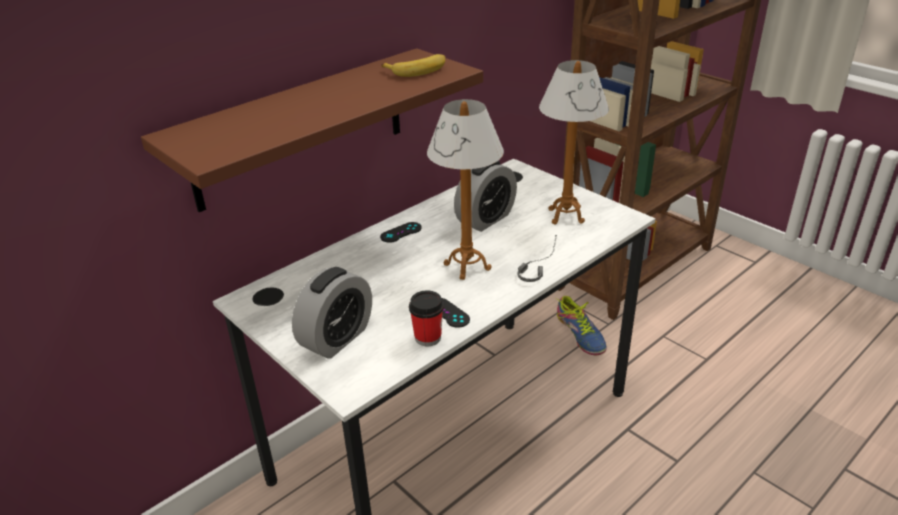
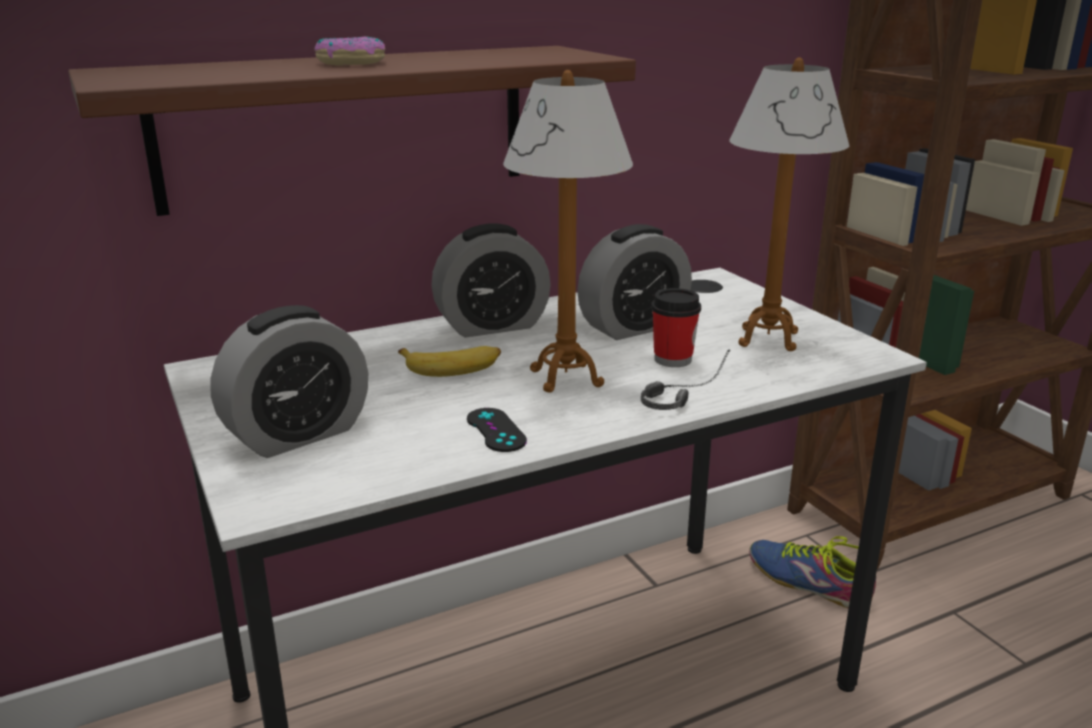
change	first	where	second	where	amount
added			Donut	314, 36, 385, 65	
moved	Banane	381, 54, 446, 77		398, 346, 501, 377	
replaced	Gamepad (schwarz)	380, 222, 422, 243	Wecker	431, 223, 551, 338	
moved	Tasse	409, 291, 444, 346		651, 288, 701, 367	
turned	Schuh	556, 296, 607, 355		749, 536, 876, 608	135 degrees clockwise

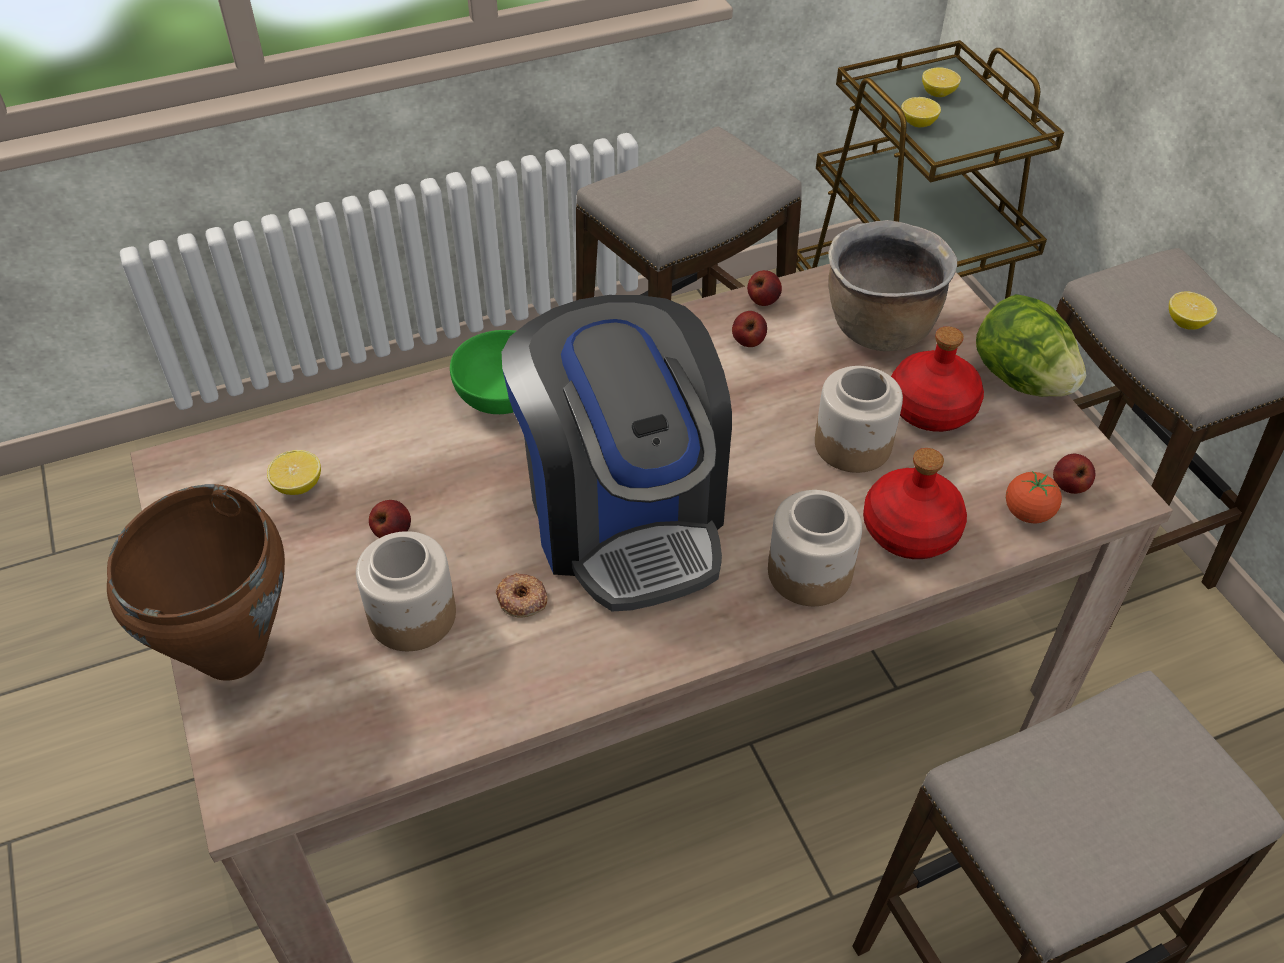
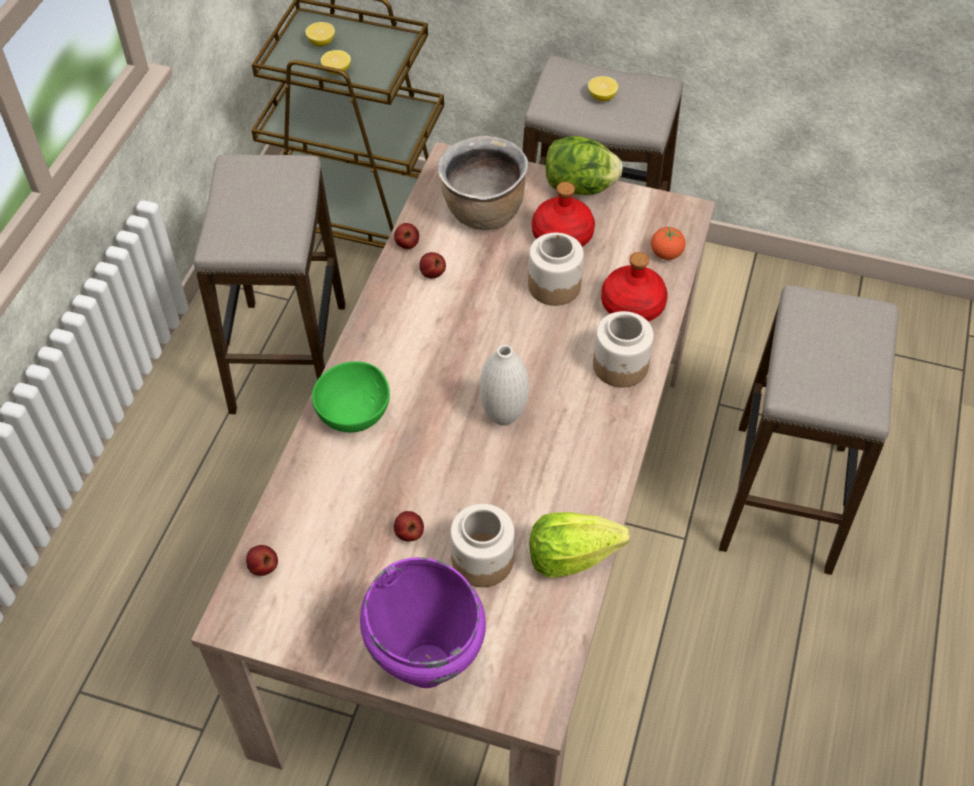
change	first	where	second	where	amount
moved	Apfel	1053, 454, 1095, 494		246, 545, 278, 576	
recoloured	Kochtopf (braun)	107, 484, 285, 681	Kochtopf (lila)	360, 557, 486, 688	
replaced	Kaffeemaschine	502, 295, 732, 612	Vase (weiß)	479, 345, 529, 426	
added			Salatkopf	530, 512, 630, 577	
removed	Zitrone	267, 450, 321, 495			
removed	Donut	496, 573, 548, 618			

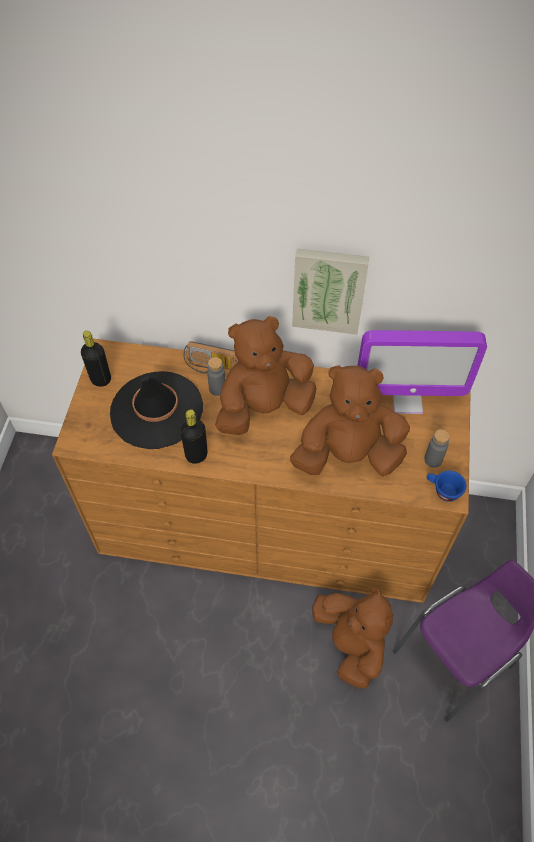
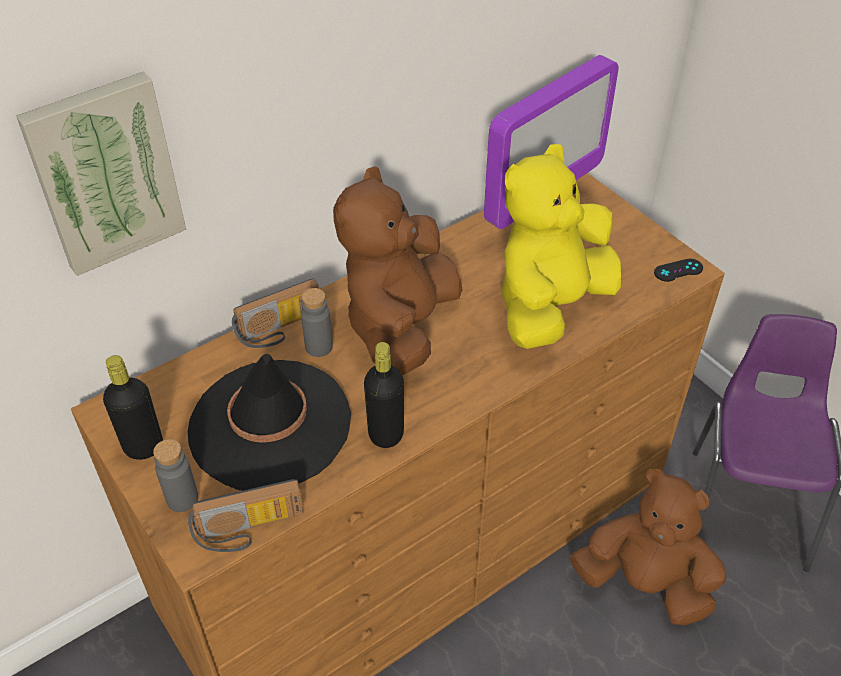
change	first	where	second	where	amount
moved	Bild	292, 249, 369, 334		16, 71, 186, 276	
moved	Flasche (grau)	424, 429, 450, 468		153, 439, 198, 512	
added			Radio	188, 479, 304, 552	
recoloured	Plüschtier (braun)	290, 365, 410, 476	Plüschtier (gelb)	502, 144, 622, 349	
replaced	Tasse (blau)	427, 471, 467, 502	Gamepad (schwarz)	654, 259, 703, 282	

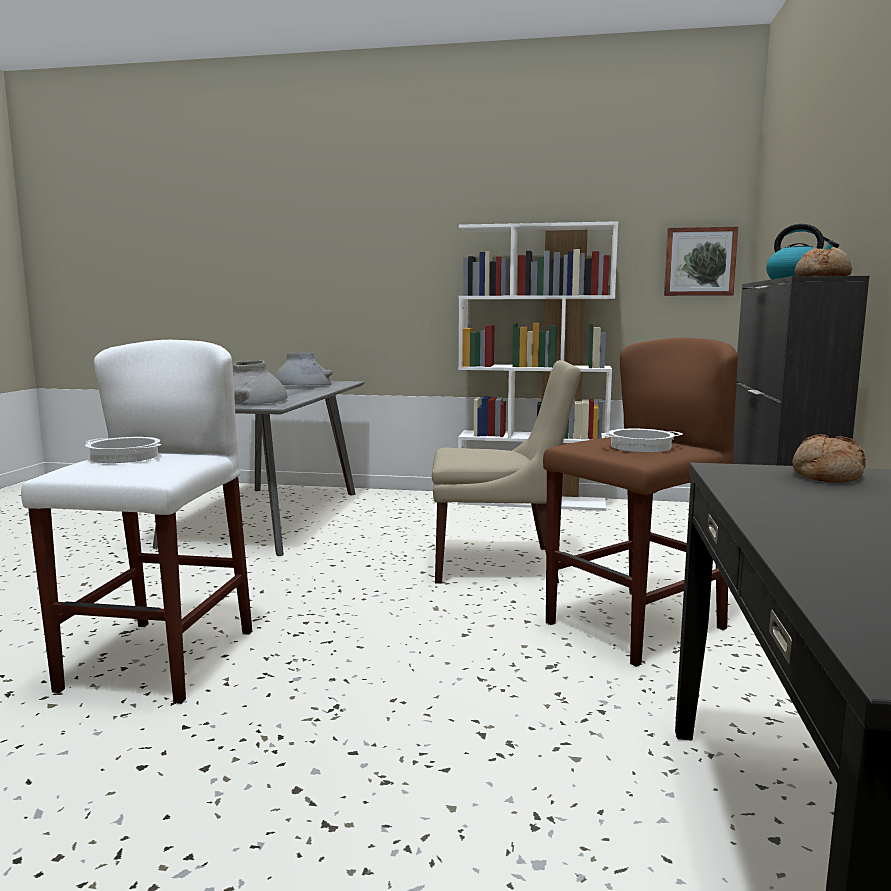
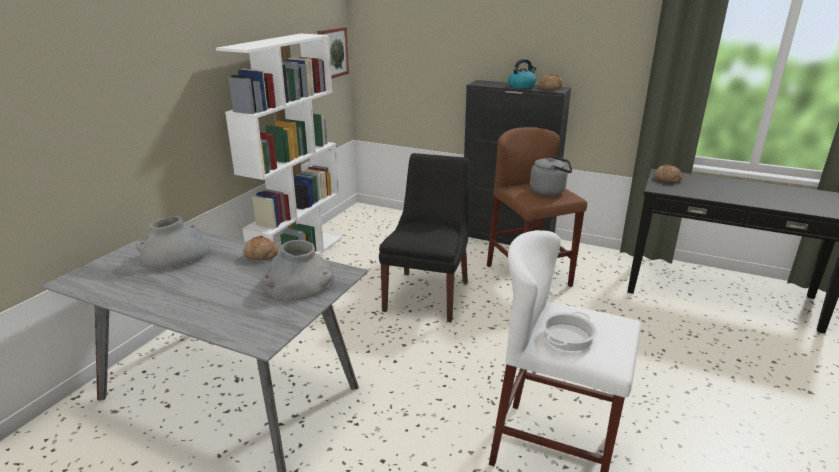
change	first	where	second	where	amount
added			Brot	243, 236, 279, 260	
recoloured	Stuhl (beige)	432, 360, 581, 584	Stuhl (schwarz)	379, 153, 469, 322	
replaced	Kochtopf	602, 429, 683, 452	Wasserkessel (grau)	530, 155, 572, 195	

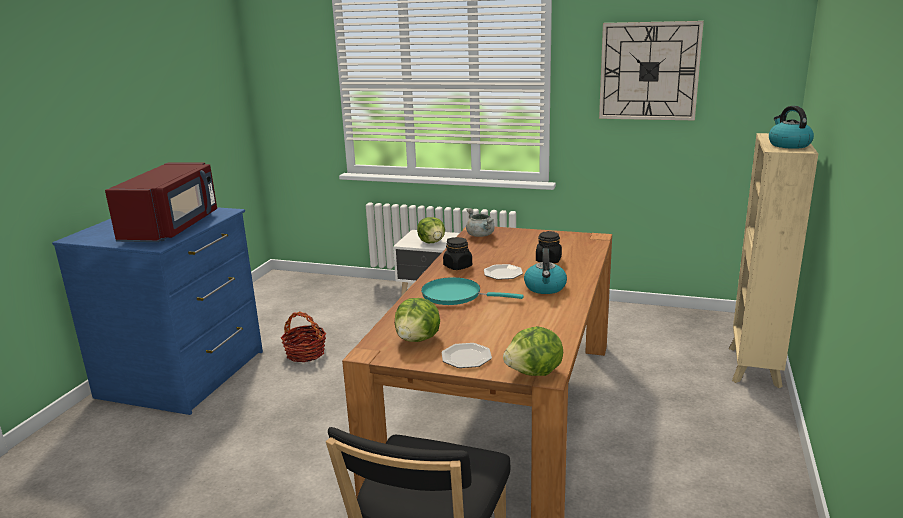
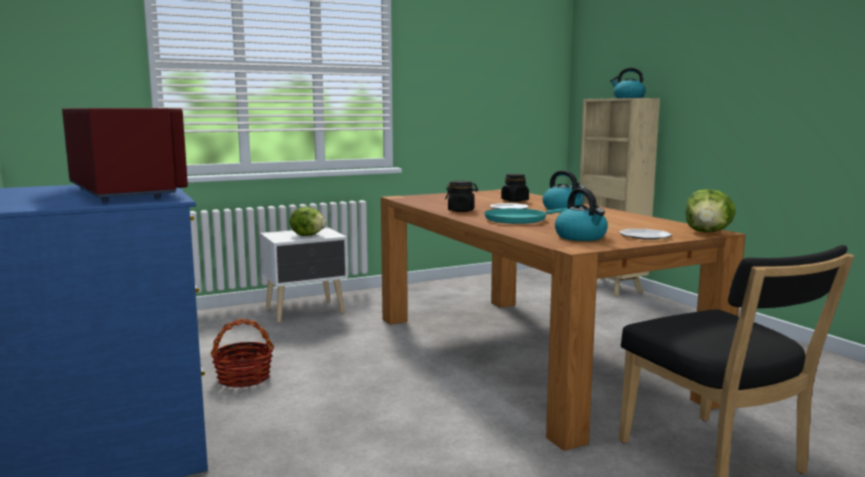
change	first	where	second	where	amount
replaced	Salatkopf	395, 298, 440, 342	Wasserkessel	555, 188, 608, 241	
removed	Kochtopf (grau)	466, 208, 495, 237			
removed	Wanduhr	599, 21, 704, 120			

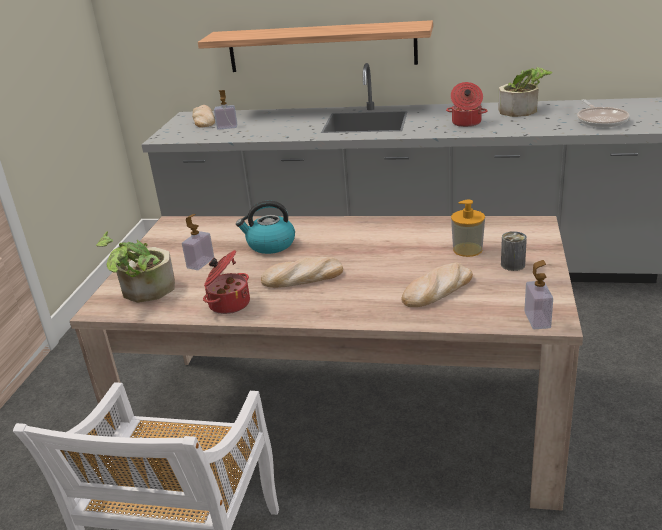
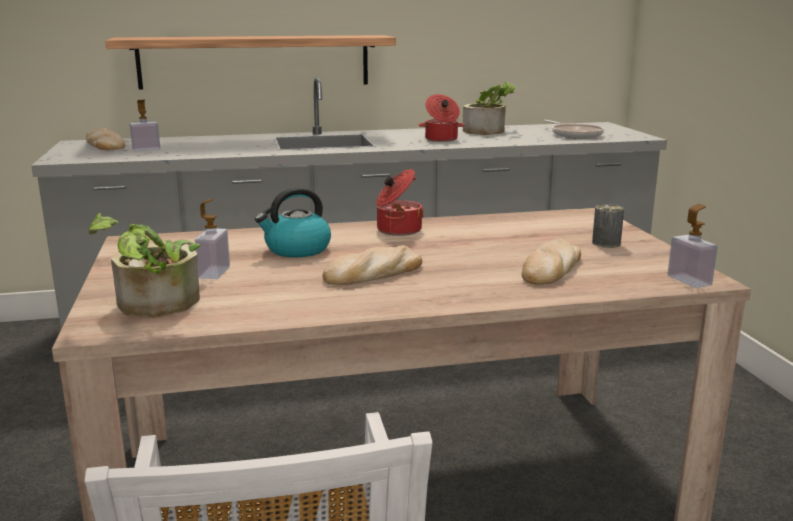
change	first	where	second	where	amount
moved	Kochtopf	203, 250, 250, 314		376, 169, 424, 236	
removed	Seifenspender	451, 200, 485, 257			

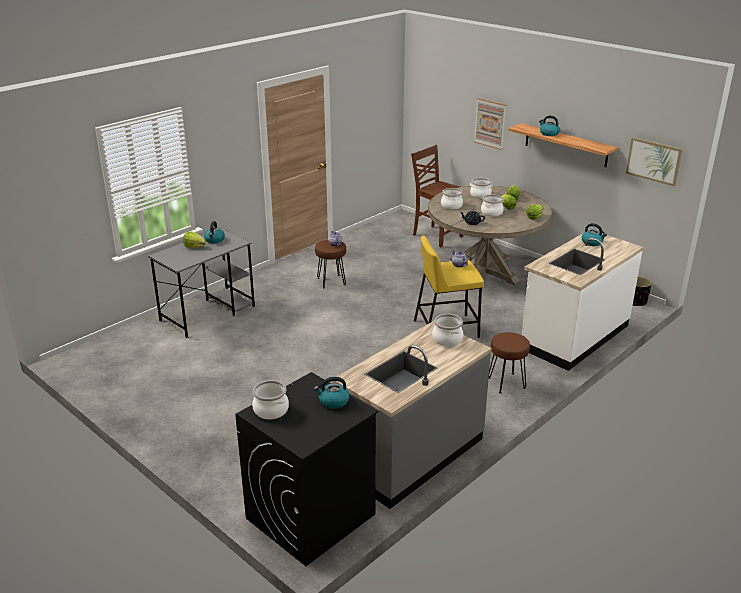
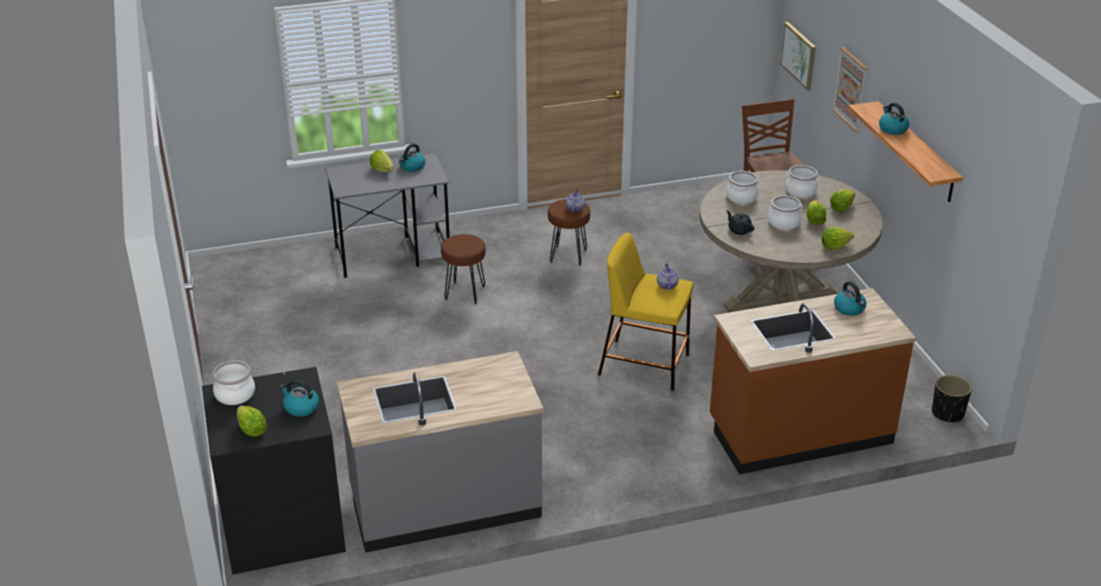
change	first	where	second	where	amount
added			Salatkopf	237, 405, 268, 437	
moved	Hocker (braun)	488, 332, 530, 394		441, 234, 486, 304	
recoloured	Küchenzeile (weiß)	522, 234, 643, 371	Küchenzeile (braun)	710, 288, 916, 474	
moved	Bild	626, 137, 683, 187		780, 22, 816, 90	
removed	Kochtopf	432, 314, 463, 346			

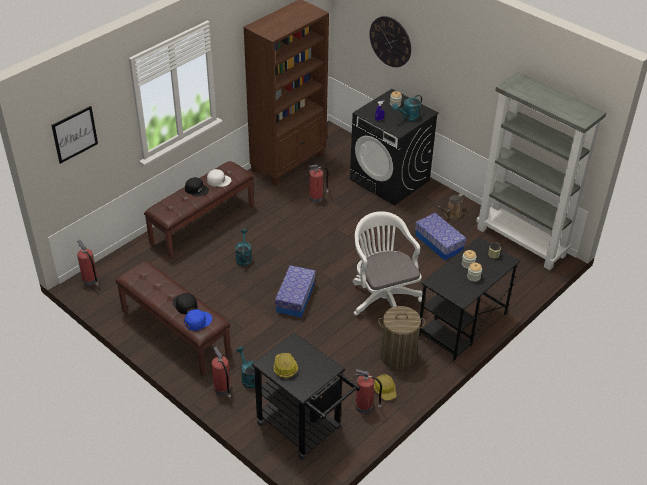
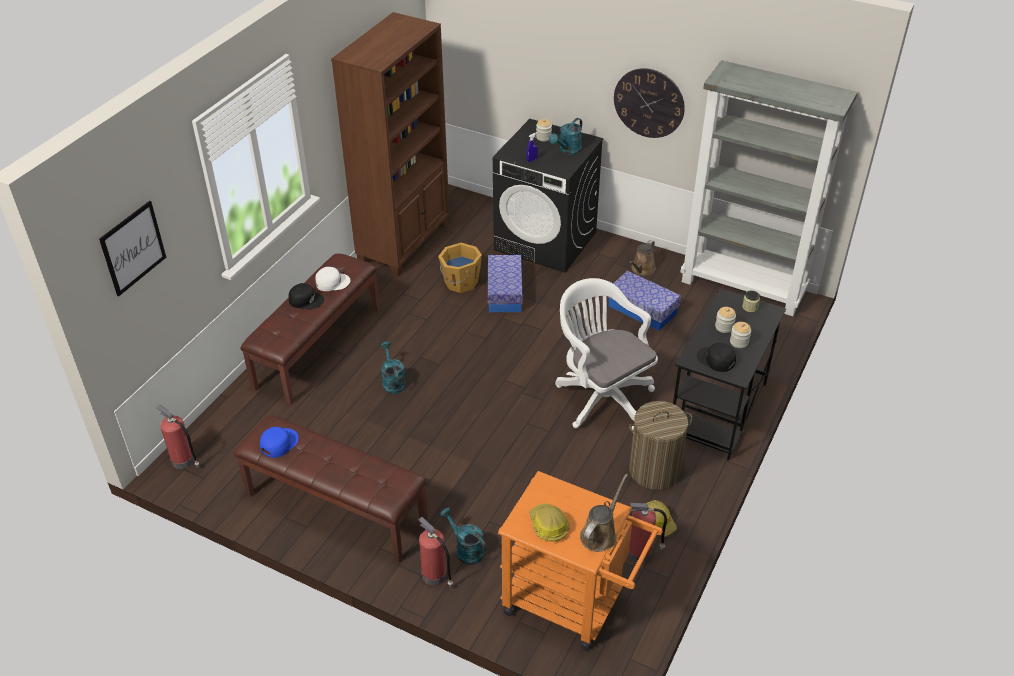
change	first	where	second	where	amount
moved	Kappe (blau)	184, 309, 212, 331		260, 427, 299, 458	
replaced	Feuerlöscher	309, 165, 329, 203	Eimer (orange)	438, 243, 482, 293	
moved	Aufbewahrungsbox	275, 265, 316, 318		488, 255, 522, 312	
recoloured	Rollwagen (schwarz)	251, 332, 360, 460	Rollwagen (orange)	498, 471, 663, 651	
added			Gießkanne (braun)	580, 474, 628, 552	
moved	Wanduhr	370, 16, 411, 67		614, 68, 685, 138	
moved	Kappe (schwarz)	173, 293, 197, 314		697, 343, 736, 372	

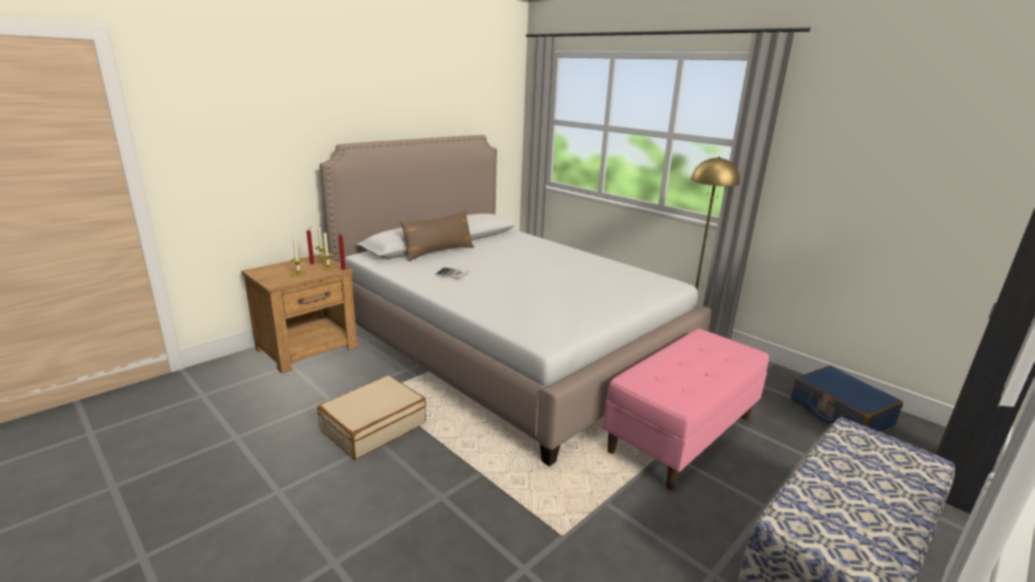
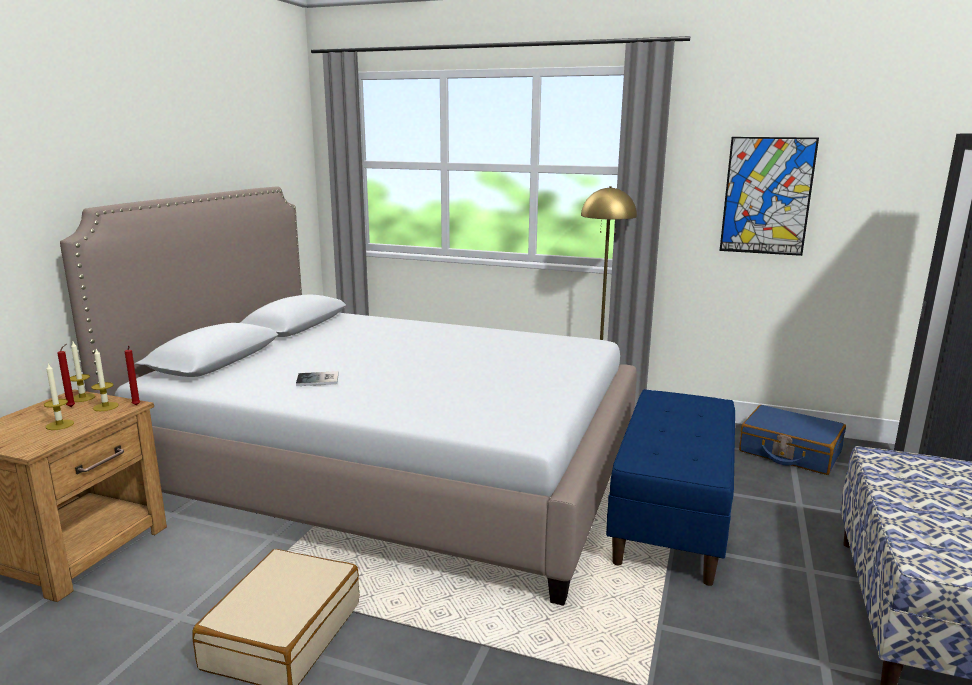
change	first	where	second	where	amount
recoloured	Bank (rosa)	603, 329, 769, 490	Bank (blau)	606, 389, 735, 586	
added			Bild	720, 137, 819, 256	
removed	Kissen (braun)	400, 210, 474, 261			

